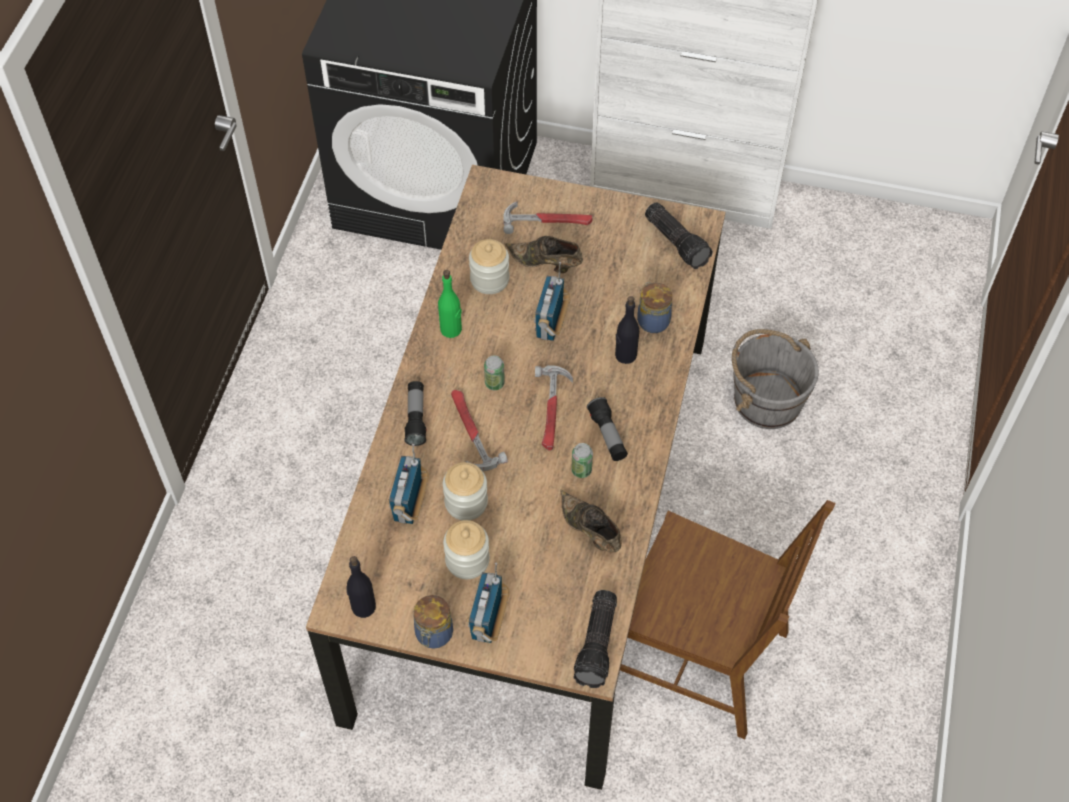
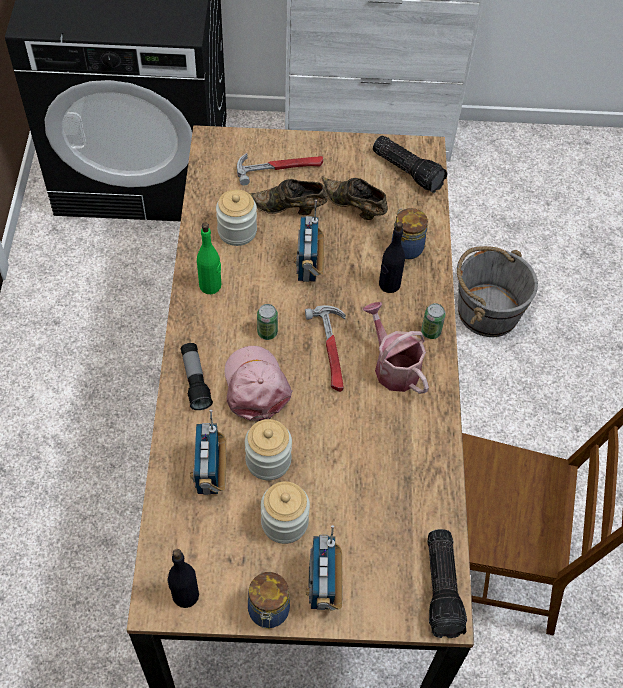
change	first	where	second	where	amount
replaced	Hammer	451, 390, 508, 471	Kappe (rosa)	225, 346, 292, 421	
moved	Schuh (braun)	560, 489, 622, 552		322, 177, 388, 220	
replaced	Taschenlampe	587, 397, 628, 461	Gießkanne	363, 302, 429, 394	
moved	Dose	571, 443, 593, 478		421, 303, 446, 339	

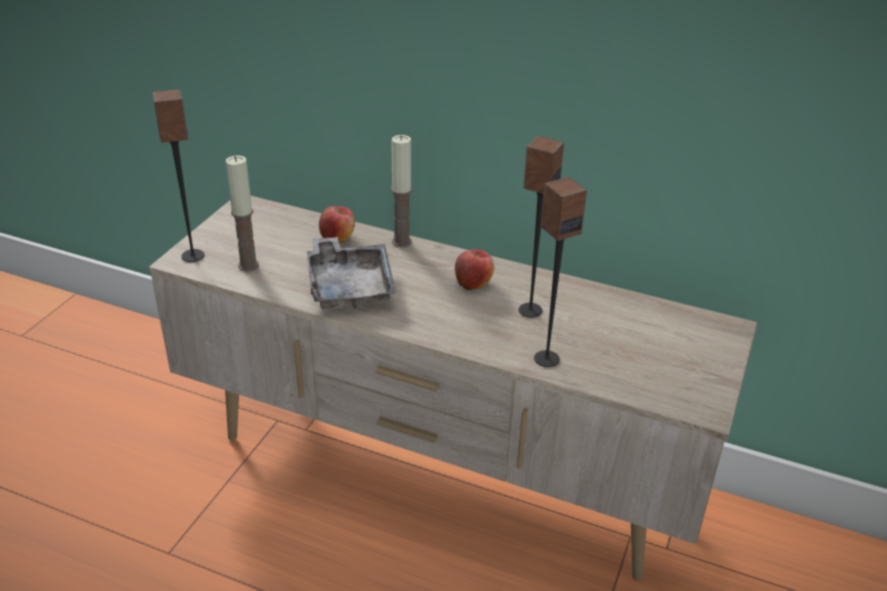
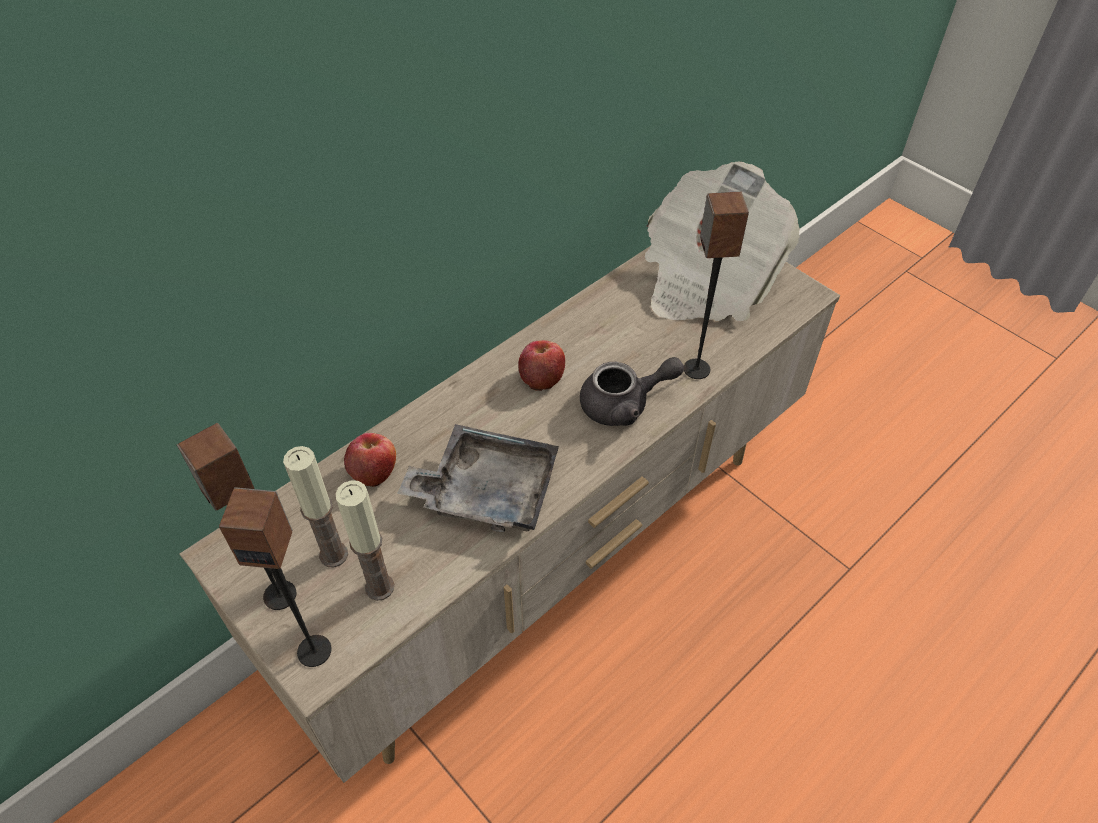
change	first	where	second	where	amount
moved	Lautsprecher	518, 136, 564, 318		177, 423, 296, 610	
moved	Kerze	391, 135, 412, 247		283, 446, 348, 568	
added			Teekanne (grau)	580, 357, 684, 426	
added			Zeitung	644, 161, 800, 322	

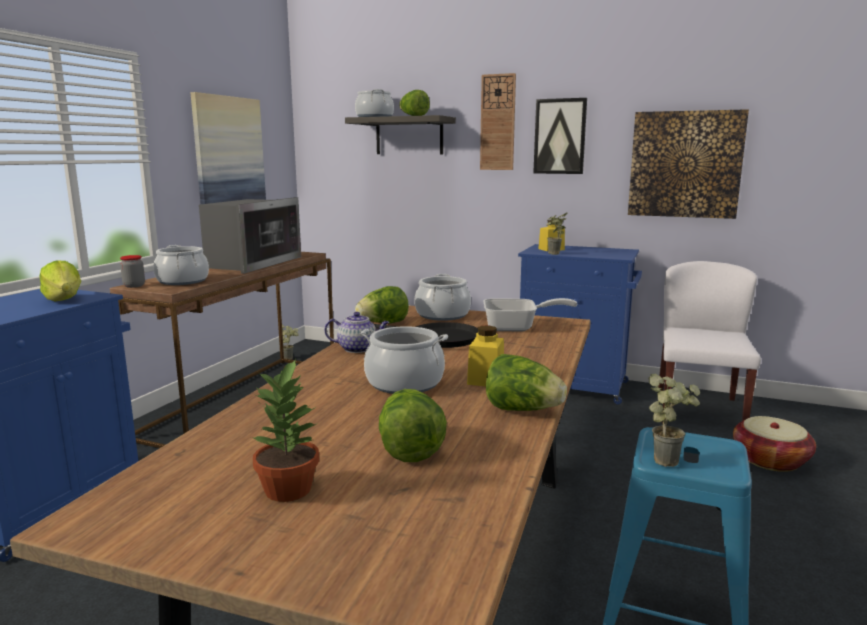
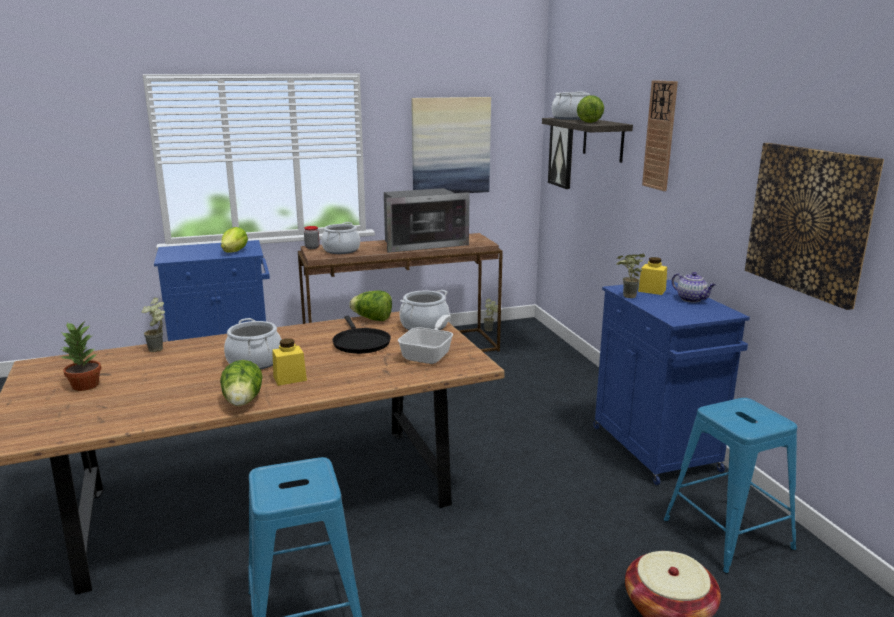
change	first	where	second	where	amount
moved	Topfpflanze	648, 374, 700, 467		142, 298, 165, 352	
turned	Pfanne	483, 298, 577, 331		398, 315, 453, 364	120 degrees counterclockwise
moved	Bild	533, 98, 587, 174		548, 125, 573, 189	
replaced	Stuhl (weiß)	658, 261, 761, 424	Hocker (blau)	664, 398, 797, 573	
moved	Teekanne	324, 312, 389, 353		672, 272, 716, 302	
removed	Salatkopf	379, 389, 447, 462			

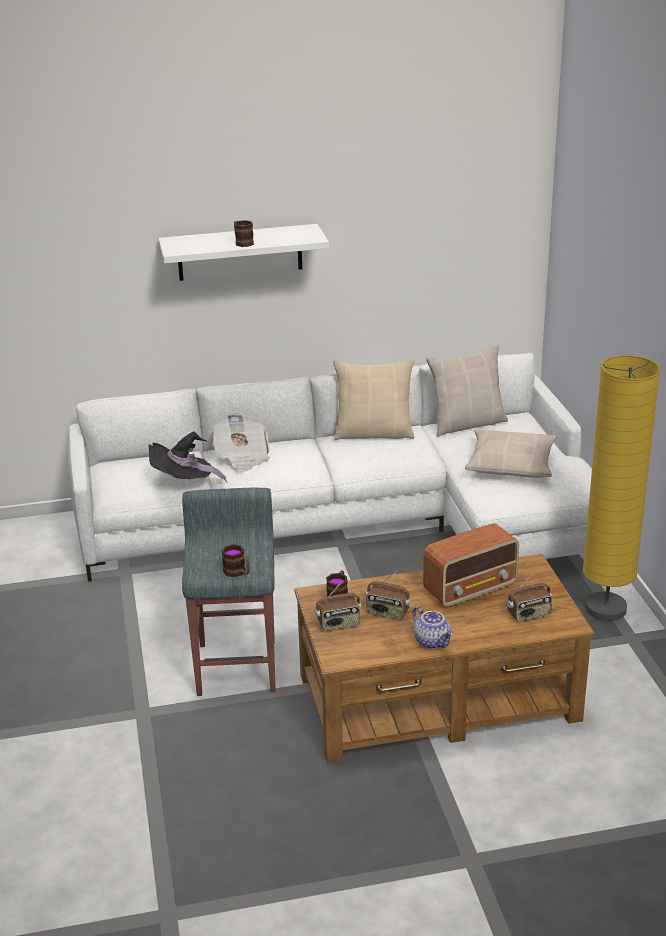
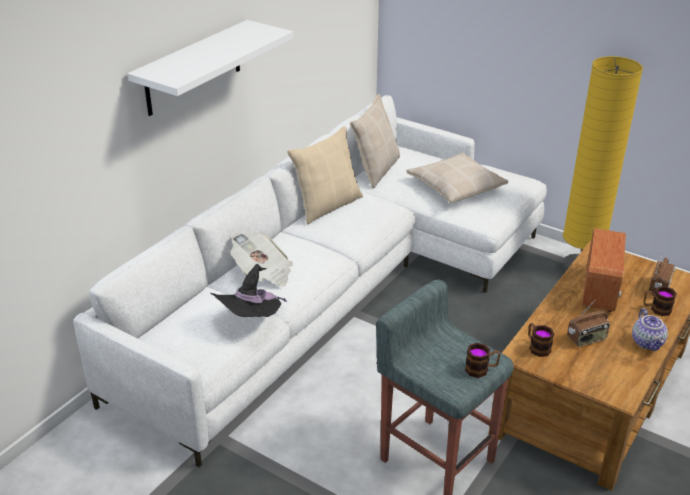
change	first	where	second	where	amount
turned	Teekanne	413, 606, 453, 649		632, 308, 668, 351	75 degrees clockwise
moved	Henkelbecher	234, 220, 254, 247		644, 286, 677, 316	
removed	Radio	315, 580, 361, 631			

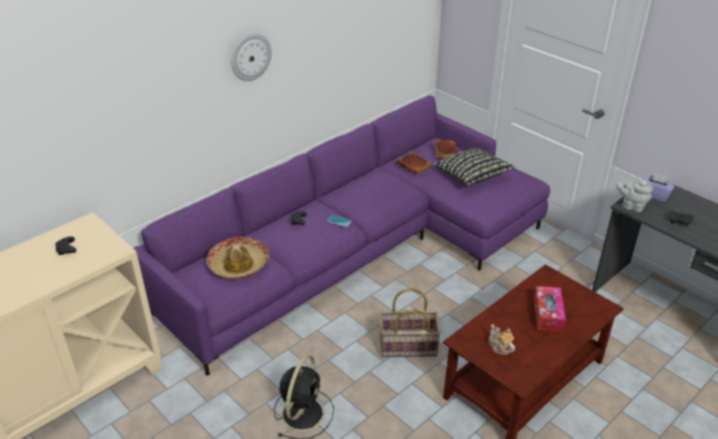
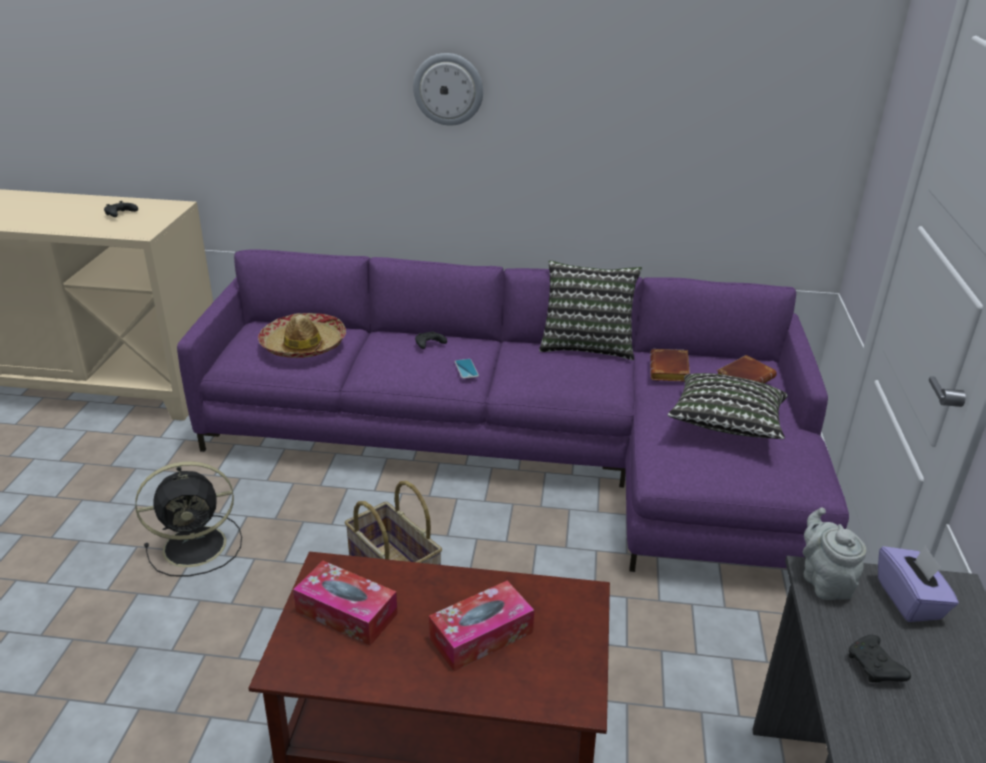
change	first	where	second	where	amount
replaced	Teekanne	489, 324, 515, 355	Taschentuchbox	293, 561, 398, 646	
added			Kissen	539, 260, 642, 360	

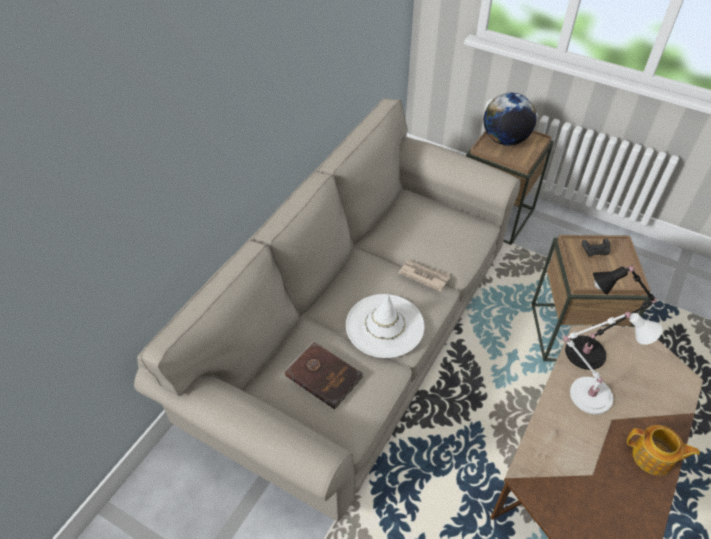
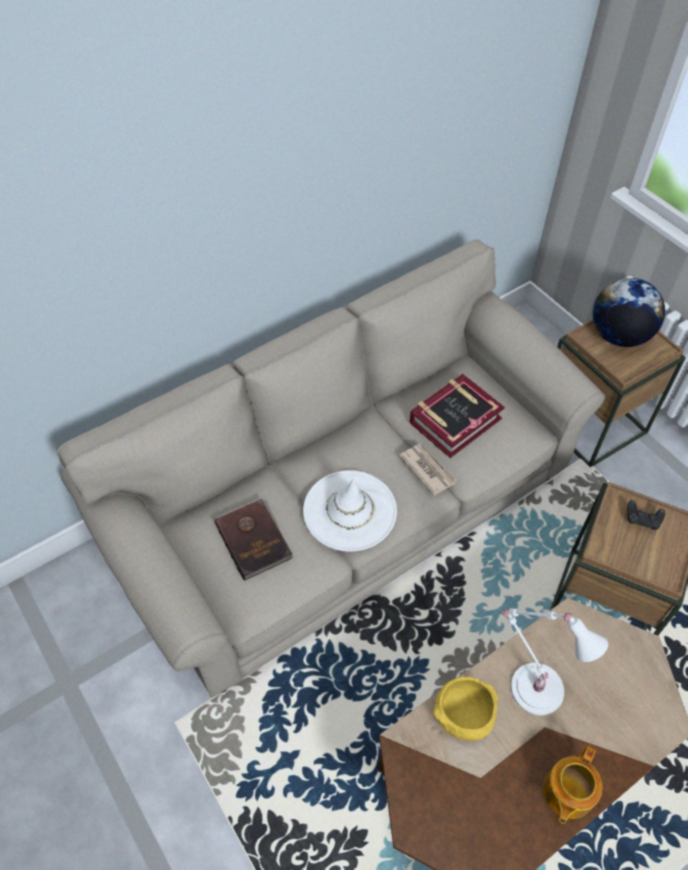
change	first	where	second	where	amount
added			Buch	409, 374, 505, 458	
added			Schüssel (gelb)	434, 677, 498, 741	
turned	Teekanne	627, 425, 700, 475		543, 746, 602, 824	75 degrees clockwise
removed	Tischlampe (schwarz)	565, 265, 657, 370			

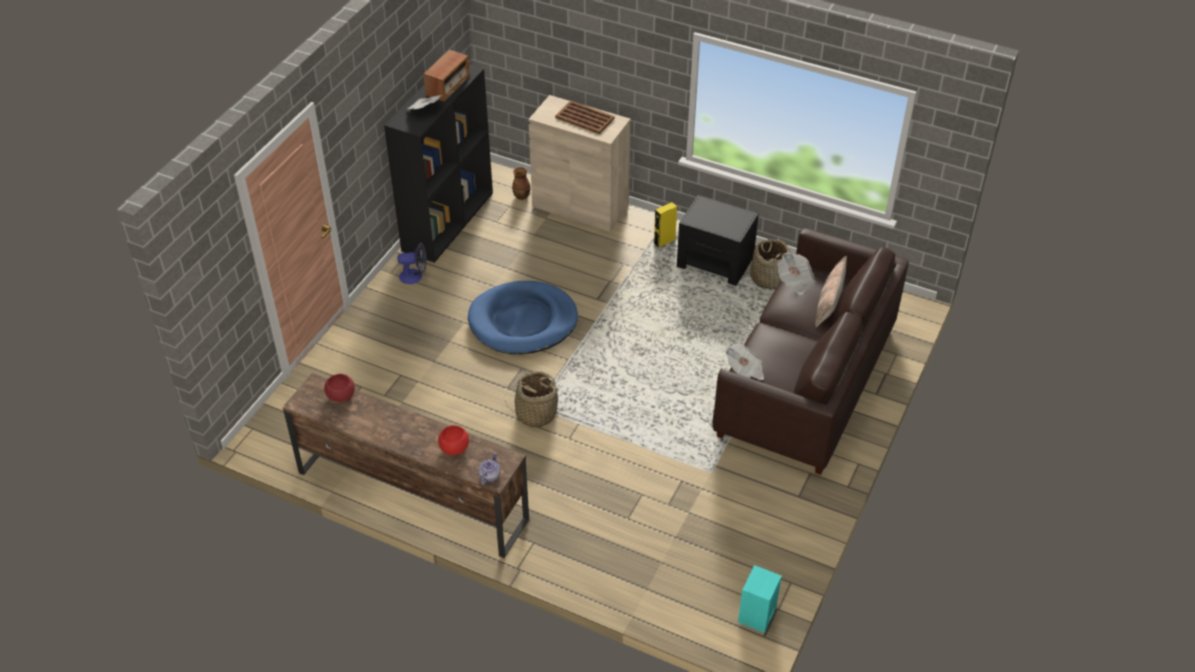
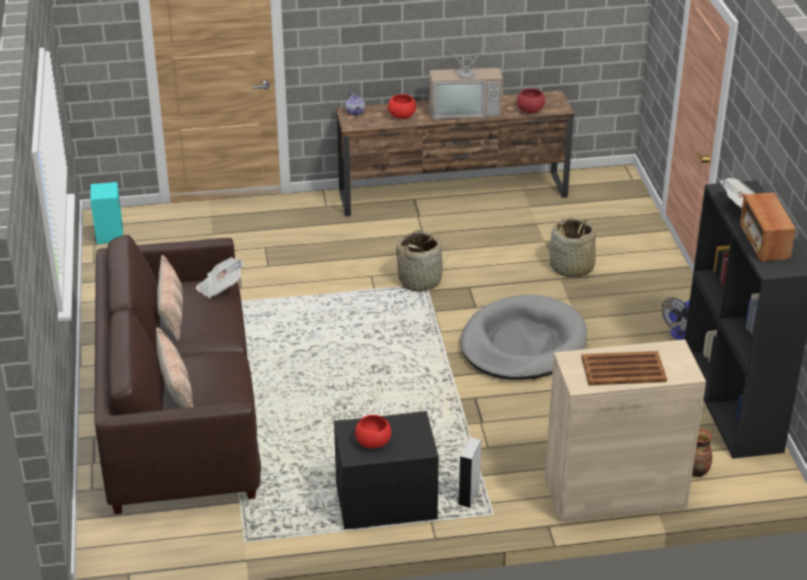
change	first	where	second	where	amount
added			Kissen	157, 255, 183, 341	
added			Schüssel (rot)	355, 415, 392, 448	
added			Fernseher	429, 41, 503, 119	
recoloured	Lautsprecher (gelb)	654, 202, 677, 248	Lautsprecher (grau)	459, 437, 481, 508	
recoloured	Hundebett (blau)	468, 281, 578, 354	Hundebett (grau)	461, 295, 587, 380	
moved	Korb	750, 239, 791, 290		550, 217, 596, 277	
removed	Zeitung	777, 252, 815, 295			

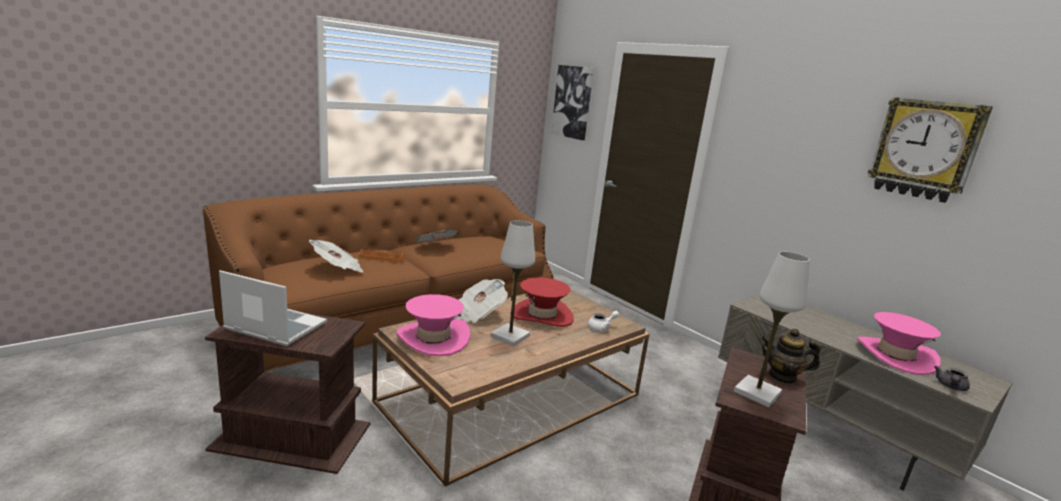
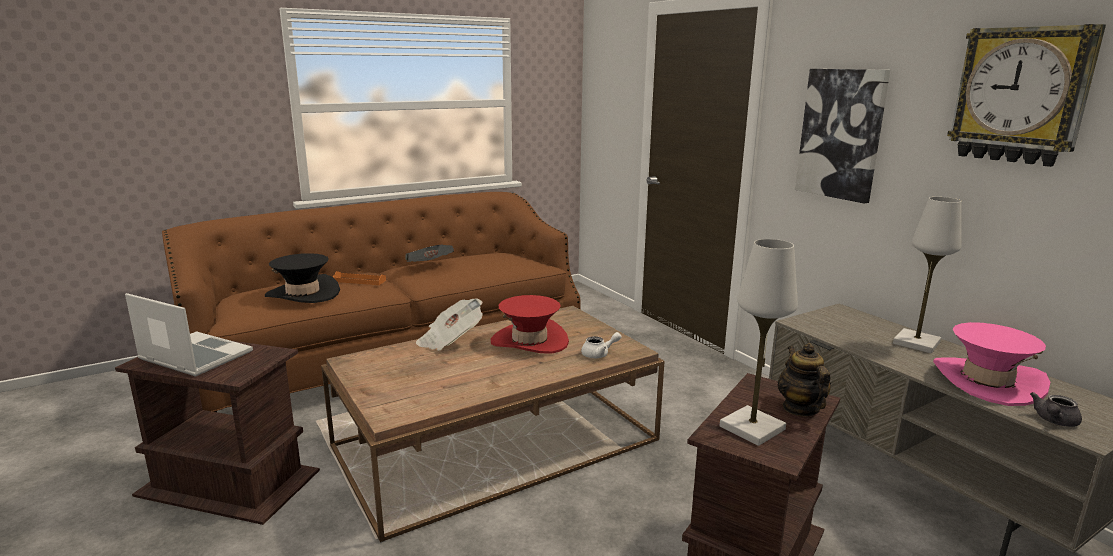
change	first	where	second	where	amount
replaced	Zeitung	309, 240, 363, 273	Hut (schwarz)	265, 253, 340, 303	
turned	Teekanne	761, 329, 821, 384		777, 343, 831, 416	60 degrees clockwise
moved	Bild	551, 65, 594, 140		795, 69, 890, 204	
moved	Tischlampe (weiß)	491, 220, 535, 346		893, 197, 962, 353	
removed	Hut (rosa)	396, 294, 470, 356			

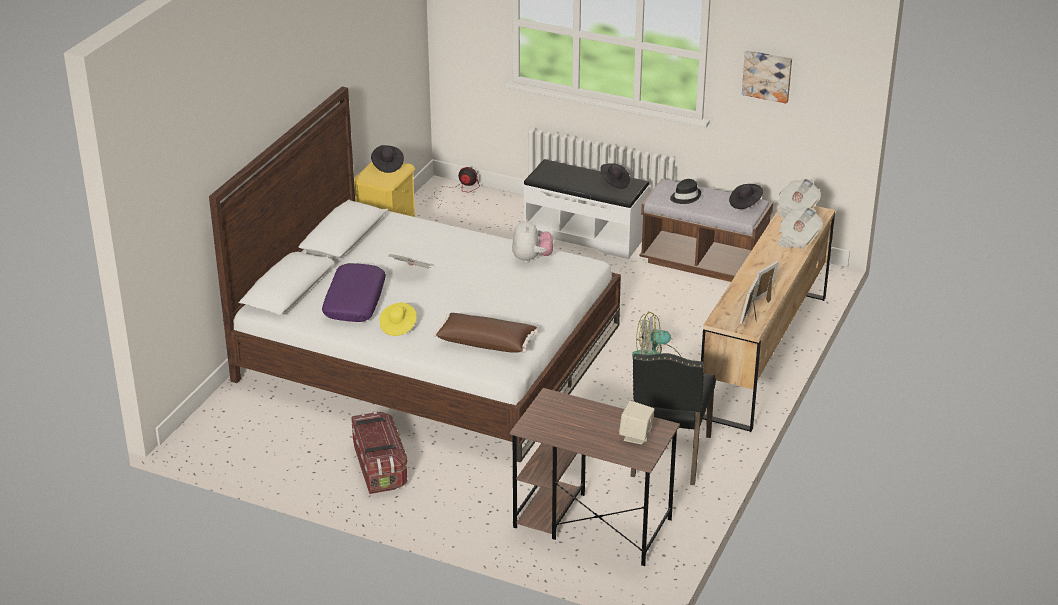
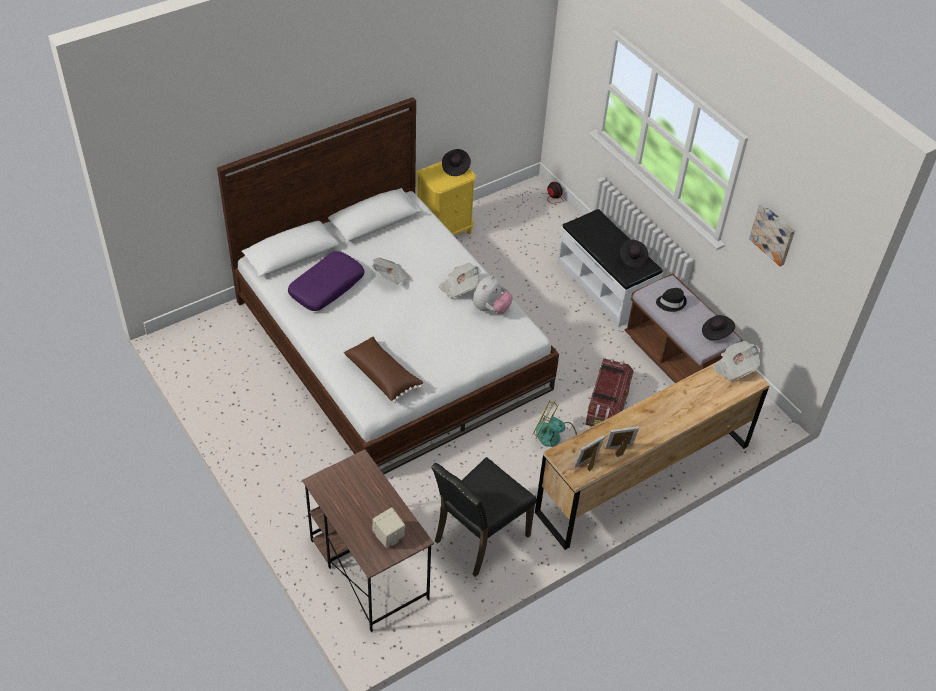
change	first	where	second	where	amount
moved	Zeitung	778, 207, 823, 249		439, 263, 481, 299	
moved	Aufbewahrungsbox	351, 411, 408, 494		585, 358, 634, 427	
removed	Hut (gelb)	380, 303, 417, 336			

